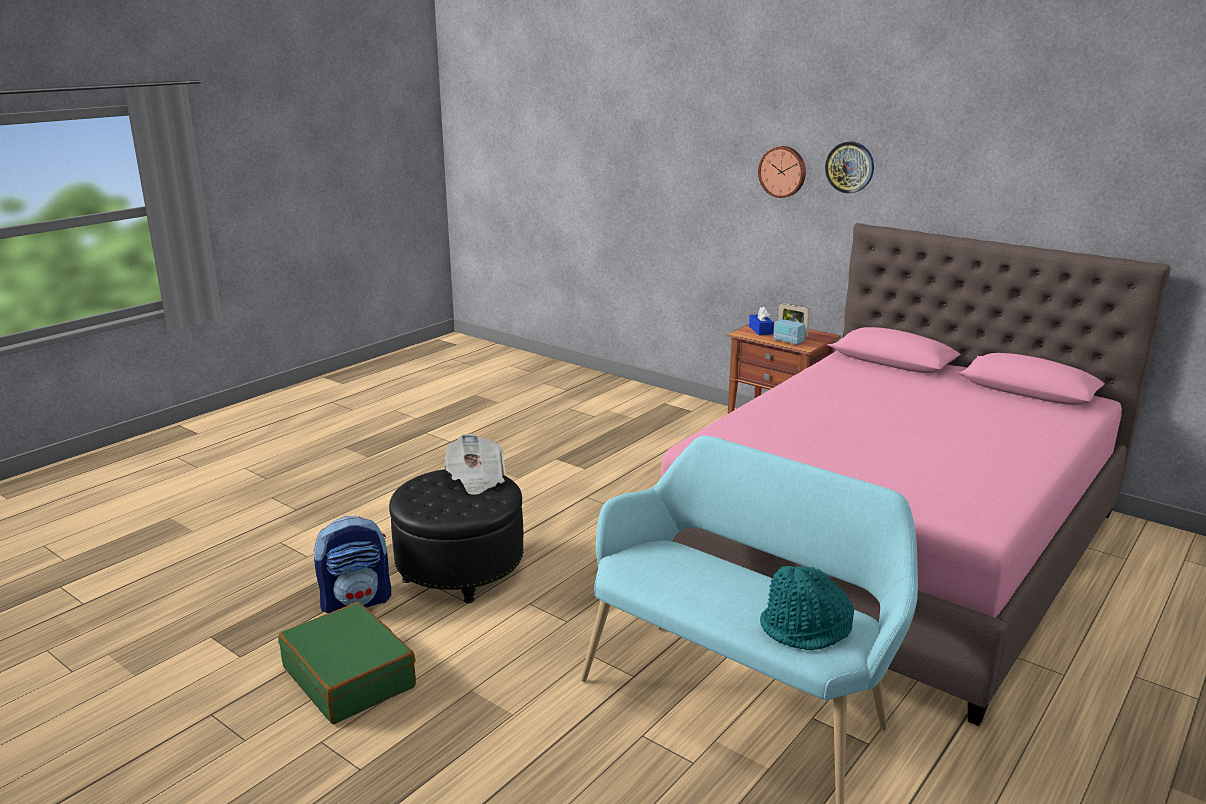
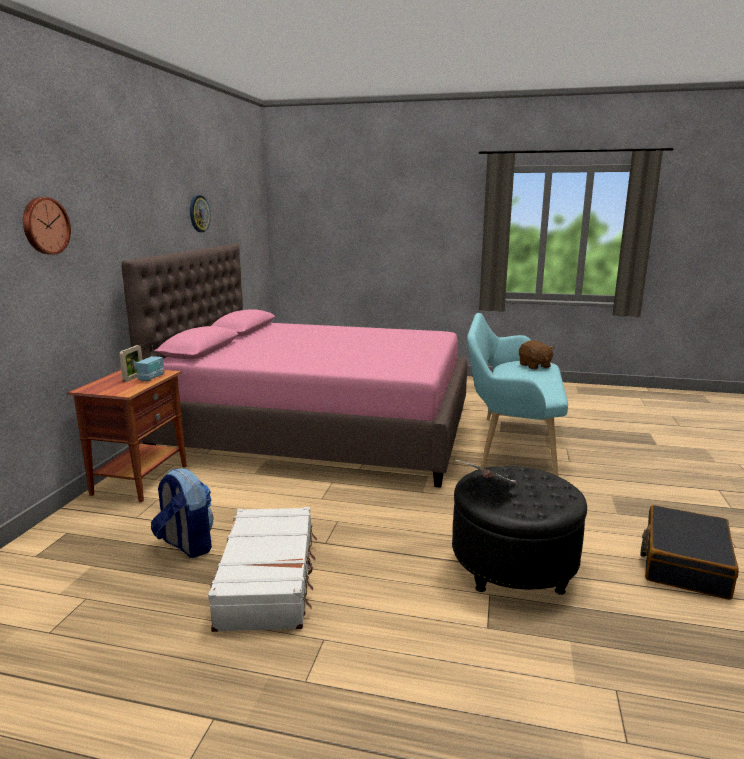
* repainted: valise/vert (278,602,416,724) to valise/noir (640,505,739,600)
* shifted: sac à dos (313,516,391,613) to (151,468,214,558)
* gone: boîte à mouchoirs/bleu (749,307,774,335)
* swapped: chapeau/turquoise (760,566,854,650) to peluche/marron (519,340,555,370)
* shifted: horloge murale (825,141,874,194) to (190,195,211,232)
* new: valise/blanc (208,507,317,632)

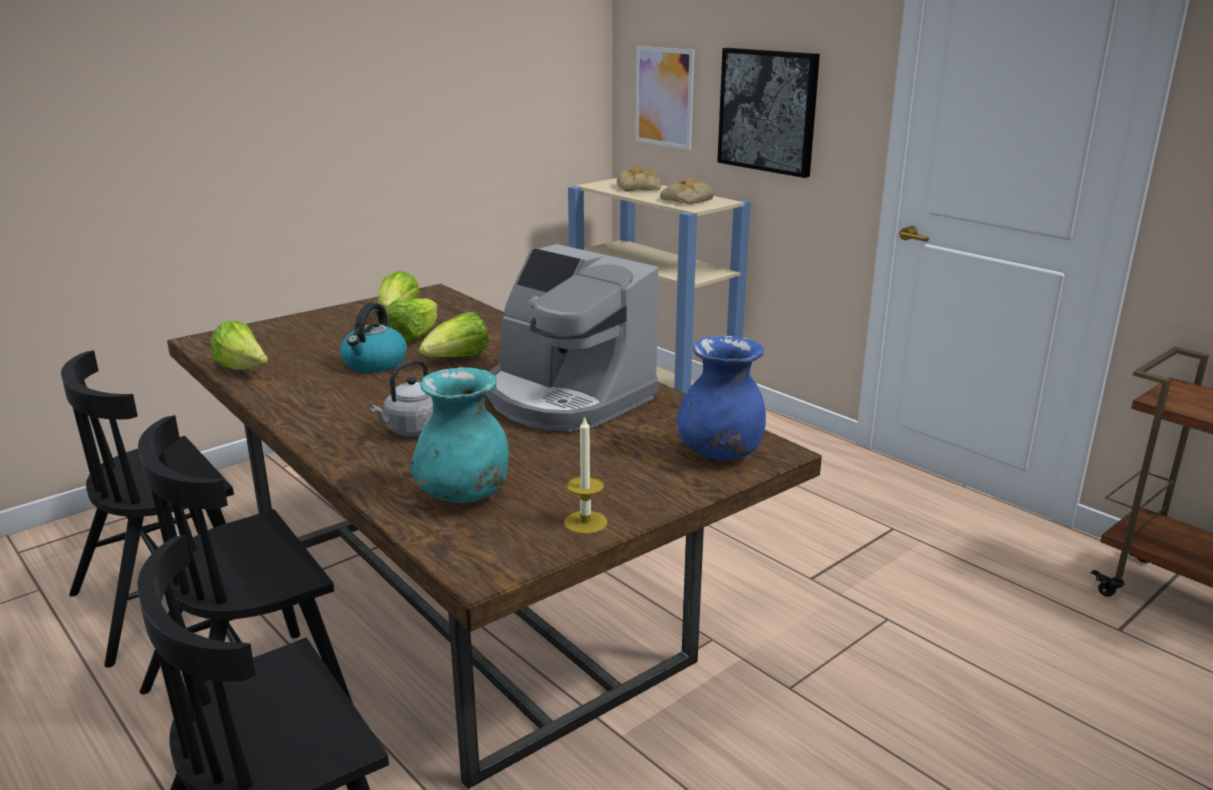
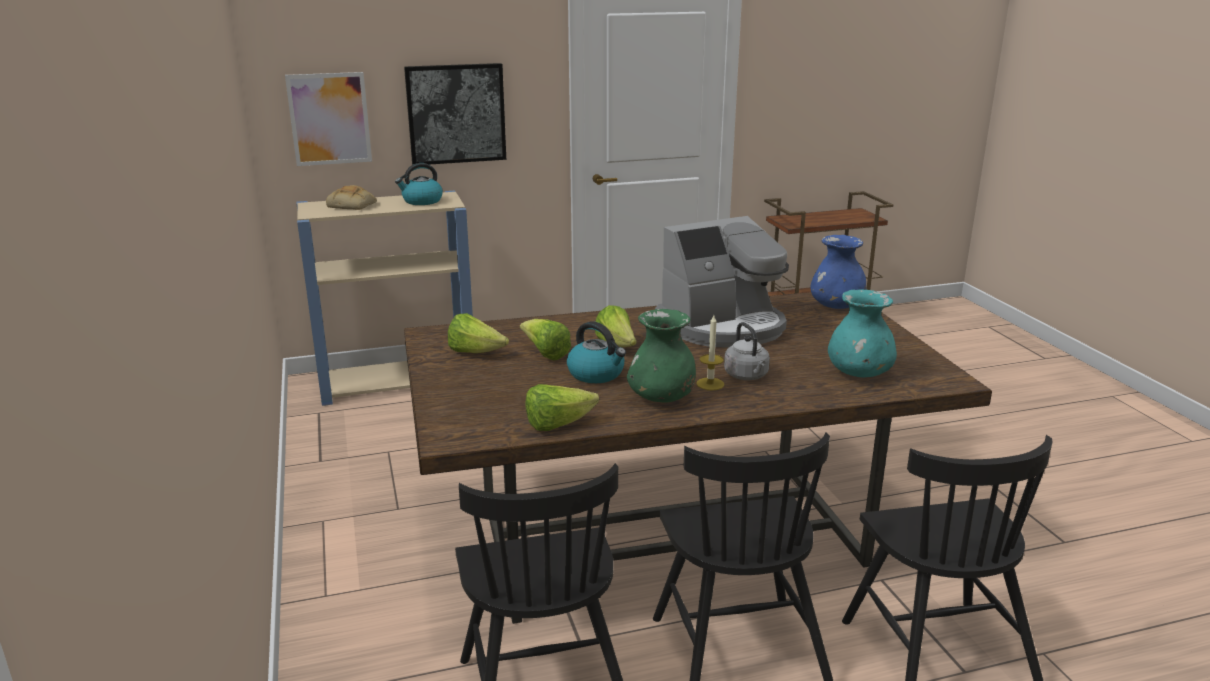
* shifted: bougie (564,415,607,534) to (696,315,724,390)
* swapped: pain (660,177,714,204) to bouilloire (395,163,443,205)
* new: vase/vert (627,309,696,403)

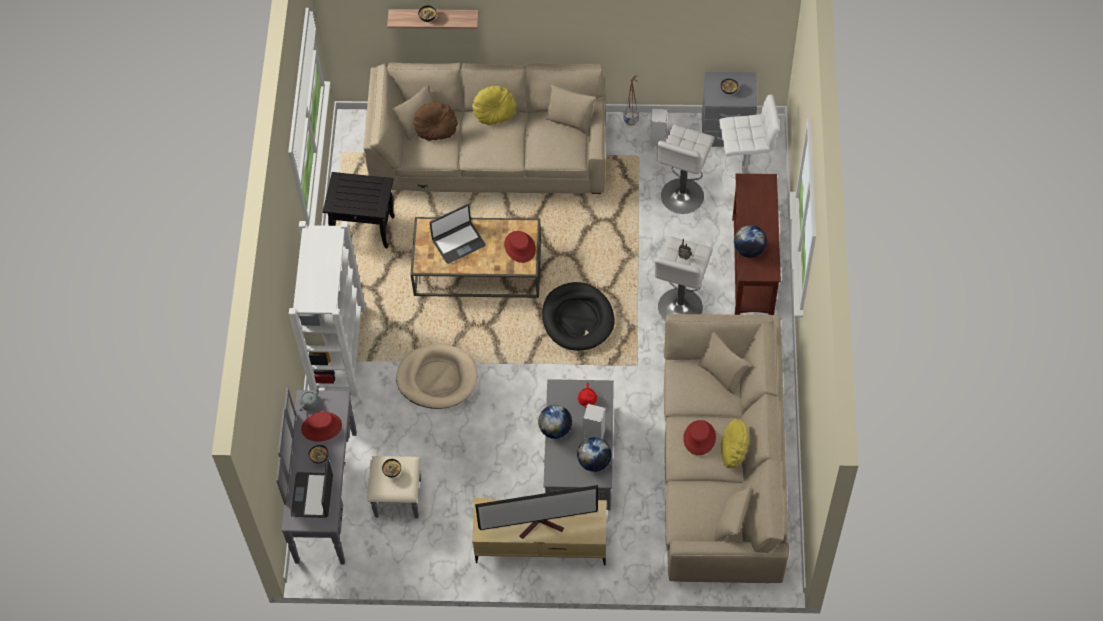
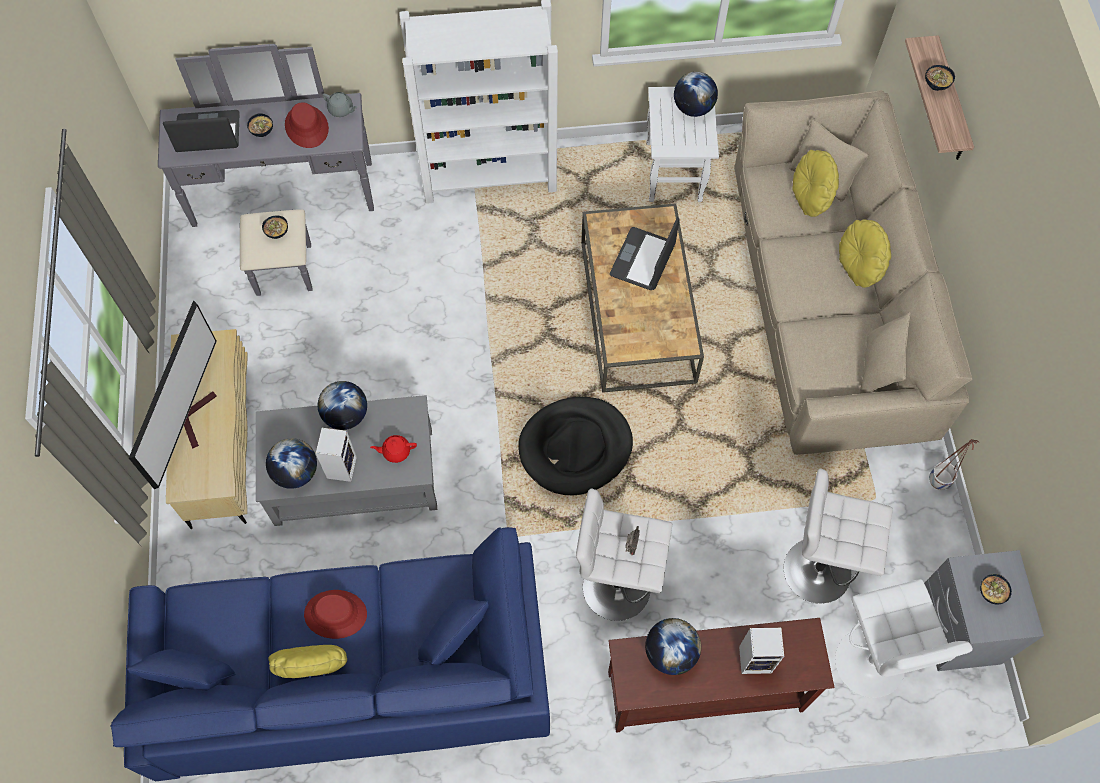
* repainted: table d'appoint/noir (323,172,395,249) to table d'appoint/blanc (646,87,719,202)
* gone: panier pour chien/beige (396,344,477,409)
* repainted: coussin/marron (413,102,458,141) to coussin/jaune (792,150,839,217)
* rotated: ordinateur portable (430,204,485,264) = (610,217,680,290) 60 degrees clockwise
* rotated: téléviseur (475,485,598,539) = (129,300,217,489) 150 degrees counterclockwise
* gone: chapeau/rouge (504,231,536,263)
* shifted: enceinte (650,108,667,146) to (739,628,784,674)
* repainted: canapé/beige (664,314,789,583) to canapé/bleu (110,527,550,781)
* new: globe (674,72,718,117)

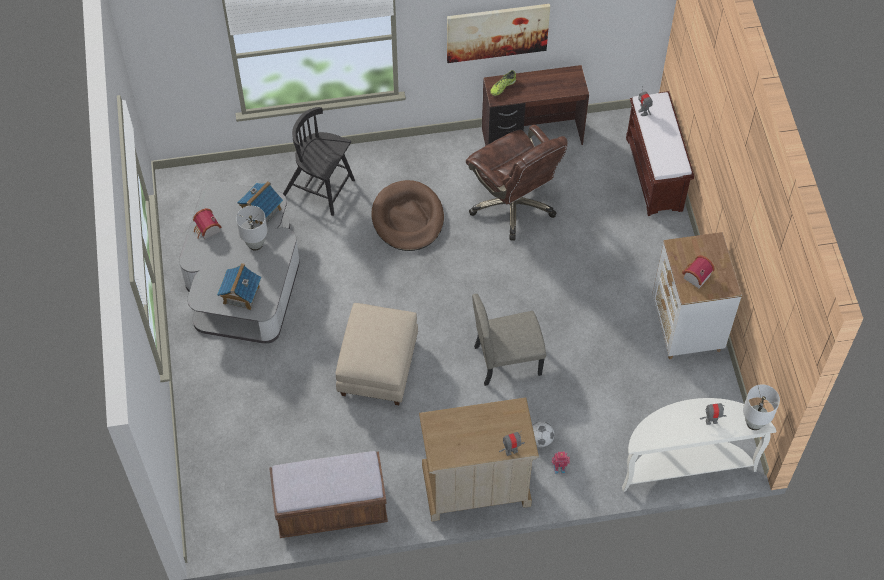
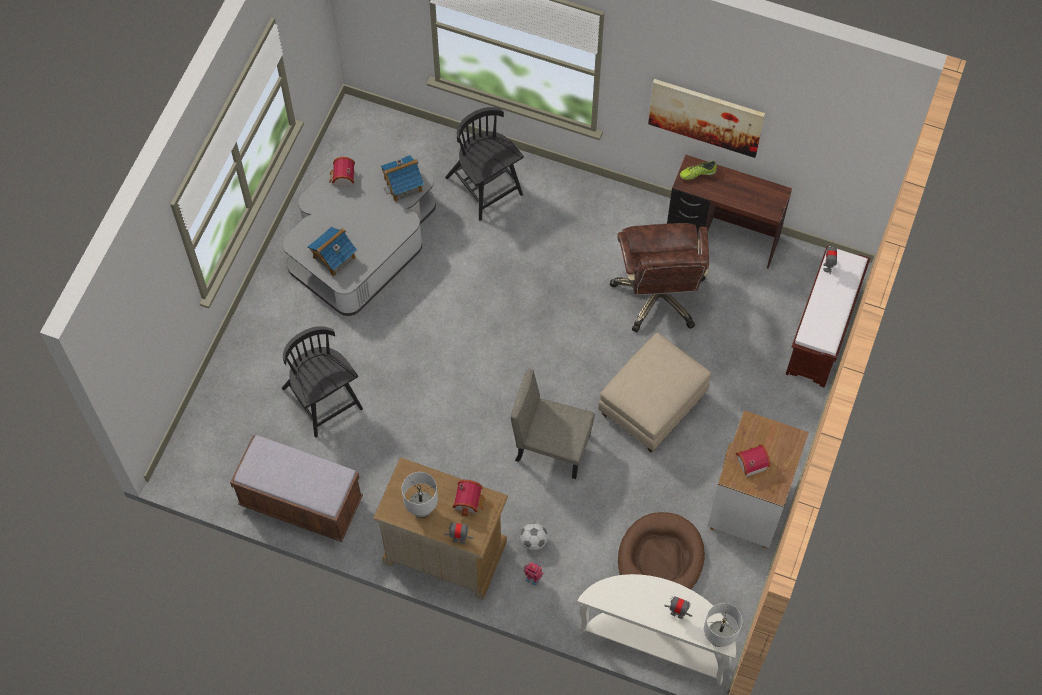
* shifted: lampe de table/blanc (236,206,268,250) to (402,472,438,518)
* shifted: pouf/beige (336,303,418,405) to (598,333,711,452)
* shifted: panier pour chien/marron (372,180,444,251) to (618,512,705,589)
* new: chaise/noir (282,326,363,437)
* new: maison miniature (452,480,486,516)

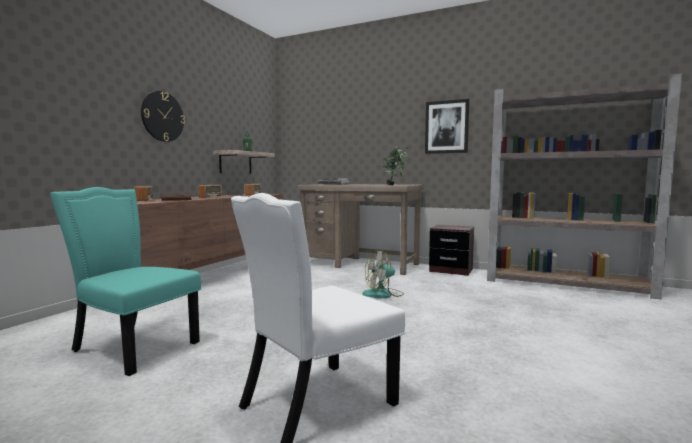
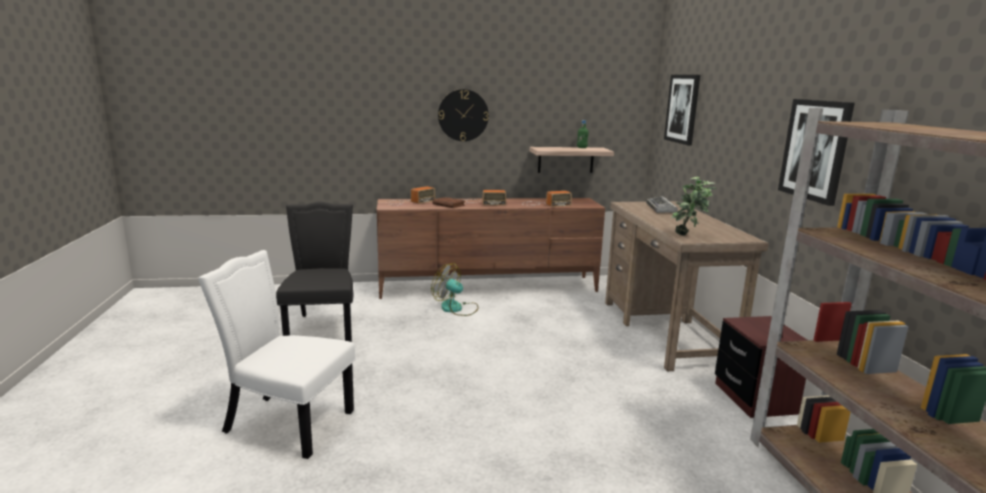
* repainted: chaise/turquoise (50,187,201,376) to chaise/noir (276,202,353,342)
* shifted: ventilateur (363,250,404,299) to (431,263,478,316)
* new: tableau (664,75,700,145)

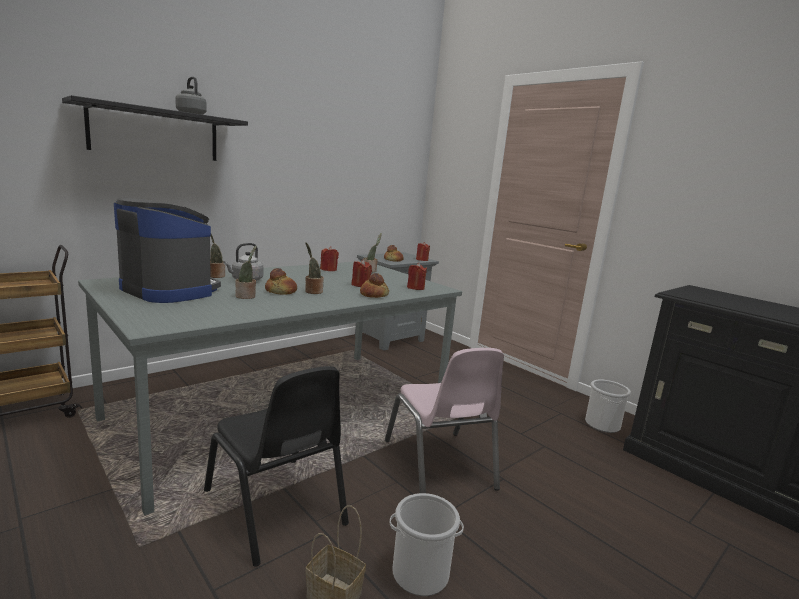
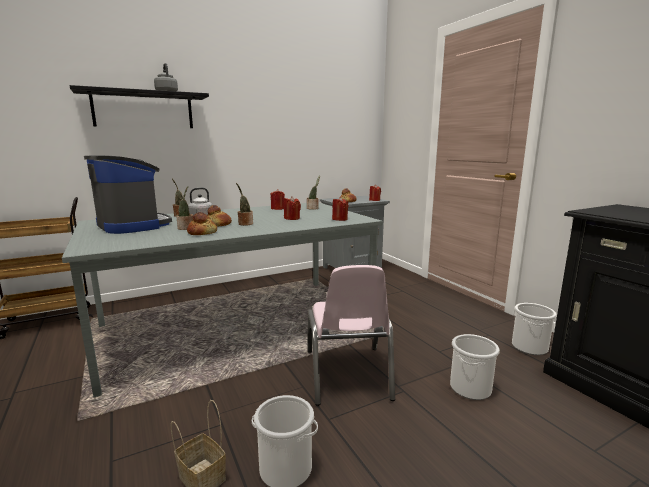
* gone: chaise/noir (204,366,349,567)
* shifted: pain (360,273,389,298) to (187,212,217,235)
* new: seau (450,334,500,400)

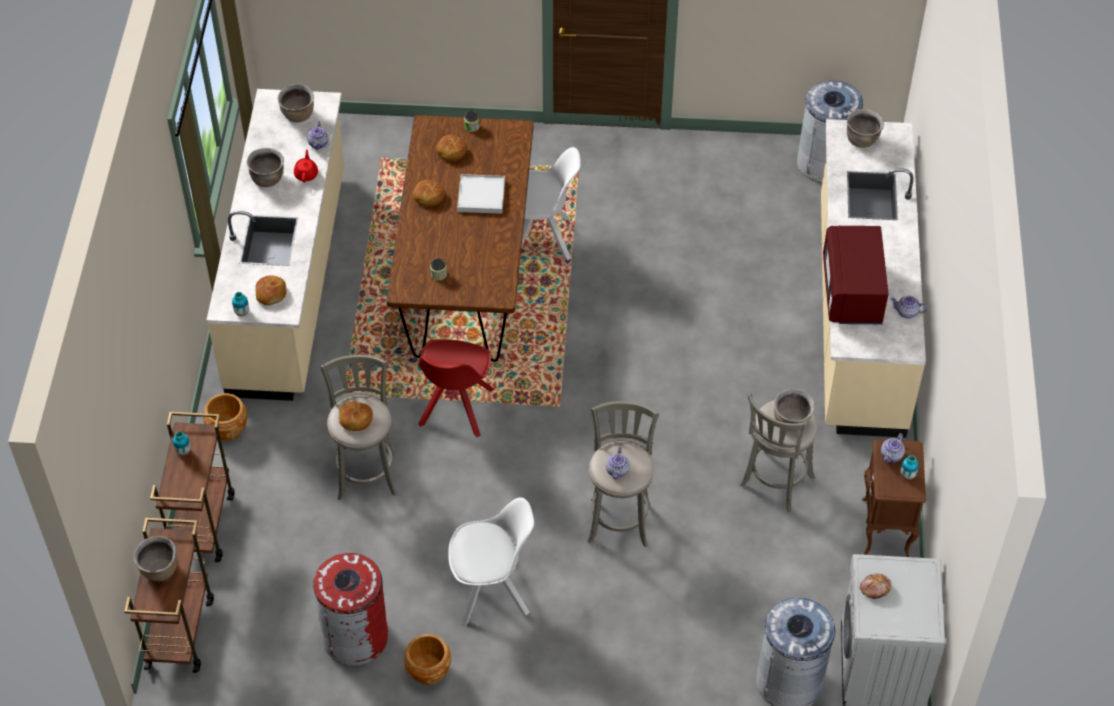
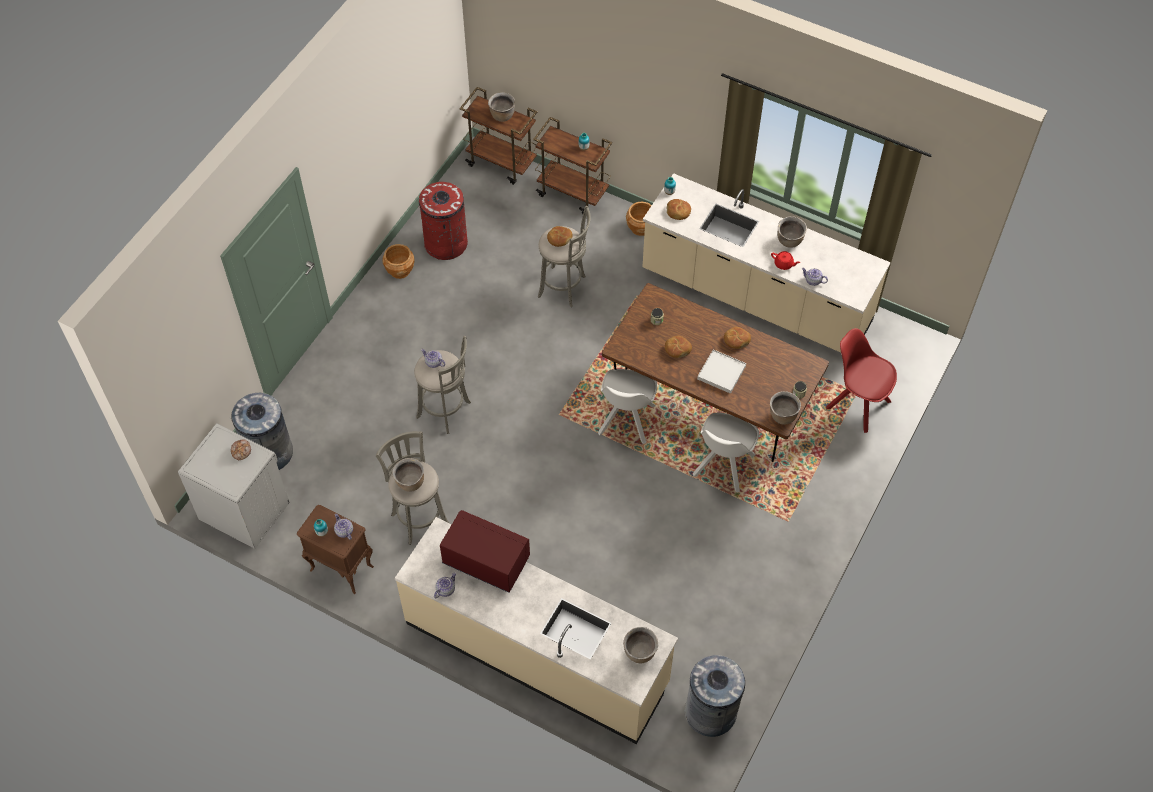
* shifted: marmite/marron (278,84,314,122) to (770,391,801,425)
* shifted: chaise/rouge (418,339,495,437) to (826,328,897,433)
* shifted: pain (436,135,467,161) to (665,336,692,358)
* shifted: chaise/blanc (448,497,534,626) to (598,369,657,444)

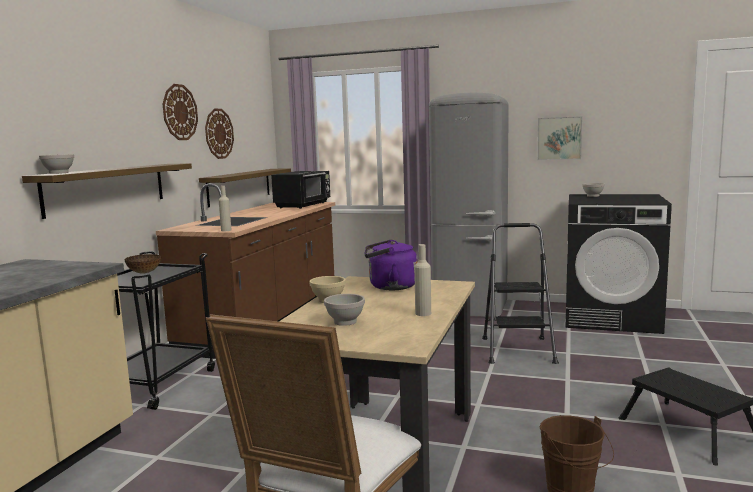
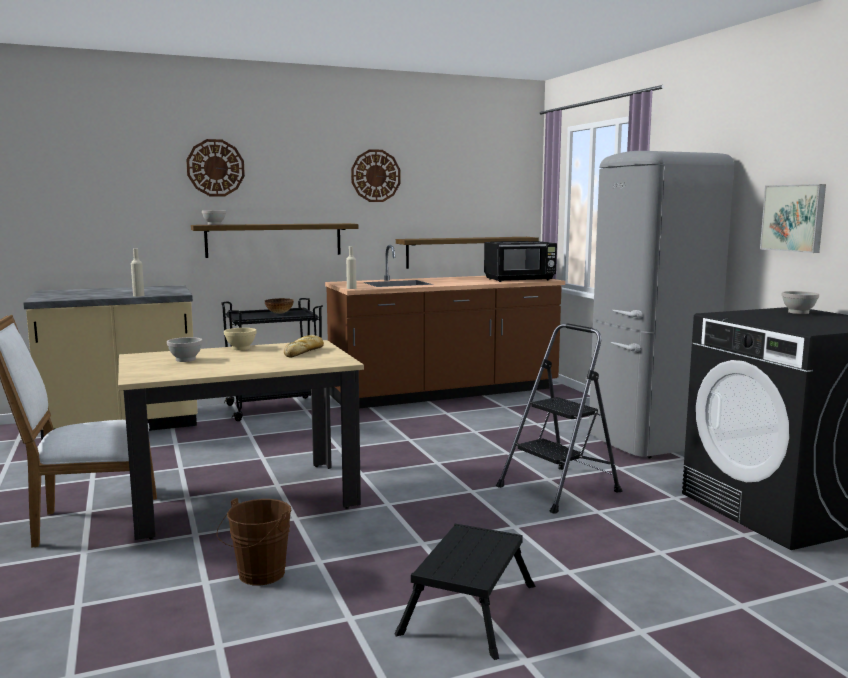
* shifted: horloge murale (205,108,234,159) to (186,139,245,196)
* swapped: bouilloire/violet (364,239,418,290) to pain (284,335,324,357)
* shifted: bouteille/beige (414,244,431,316) to (131,248,144,296)

